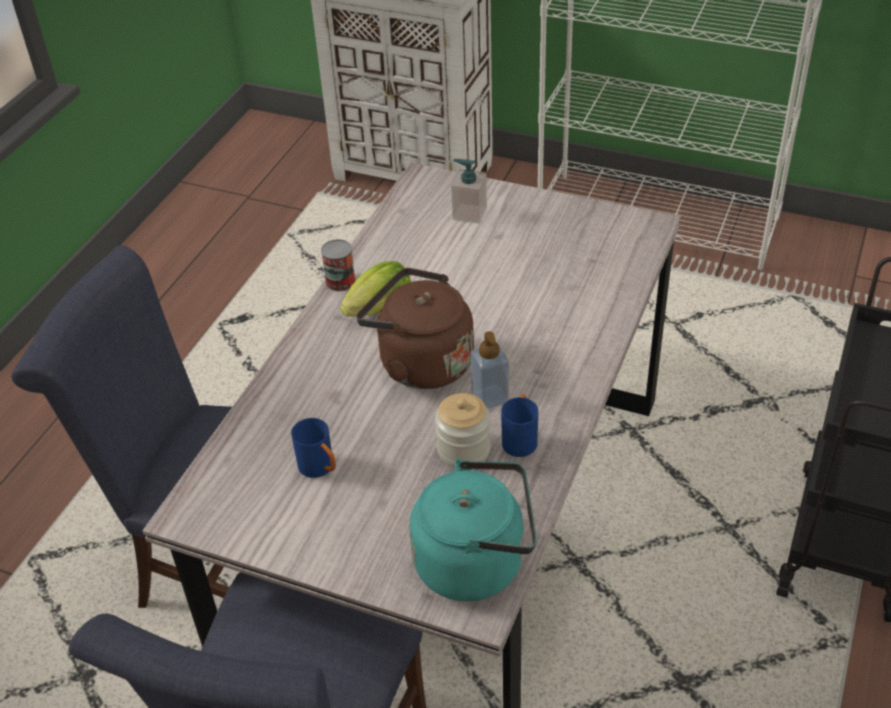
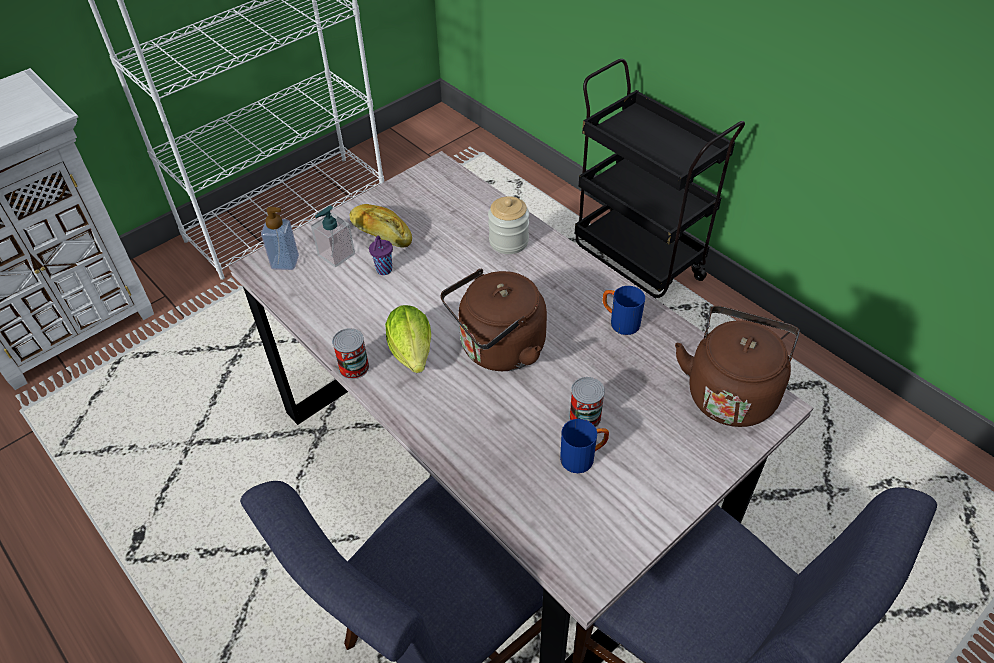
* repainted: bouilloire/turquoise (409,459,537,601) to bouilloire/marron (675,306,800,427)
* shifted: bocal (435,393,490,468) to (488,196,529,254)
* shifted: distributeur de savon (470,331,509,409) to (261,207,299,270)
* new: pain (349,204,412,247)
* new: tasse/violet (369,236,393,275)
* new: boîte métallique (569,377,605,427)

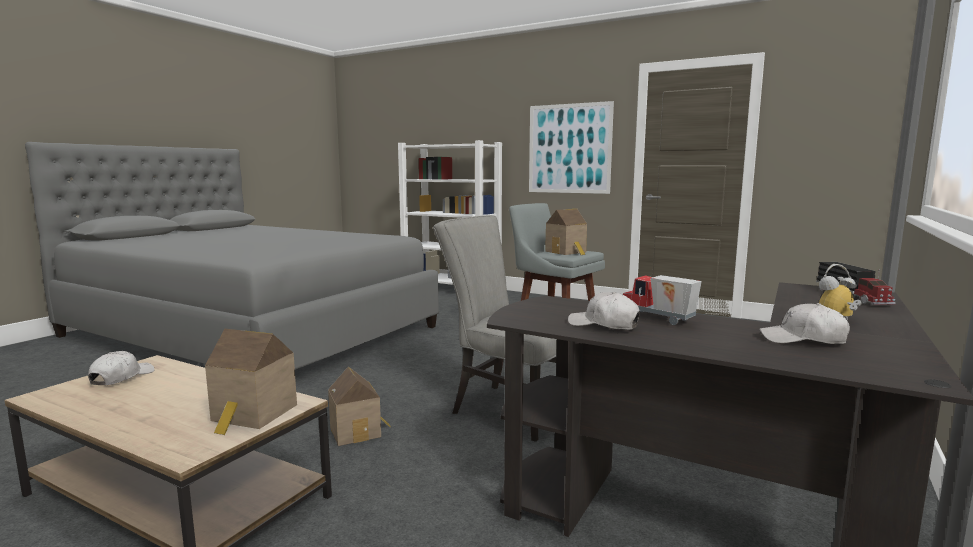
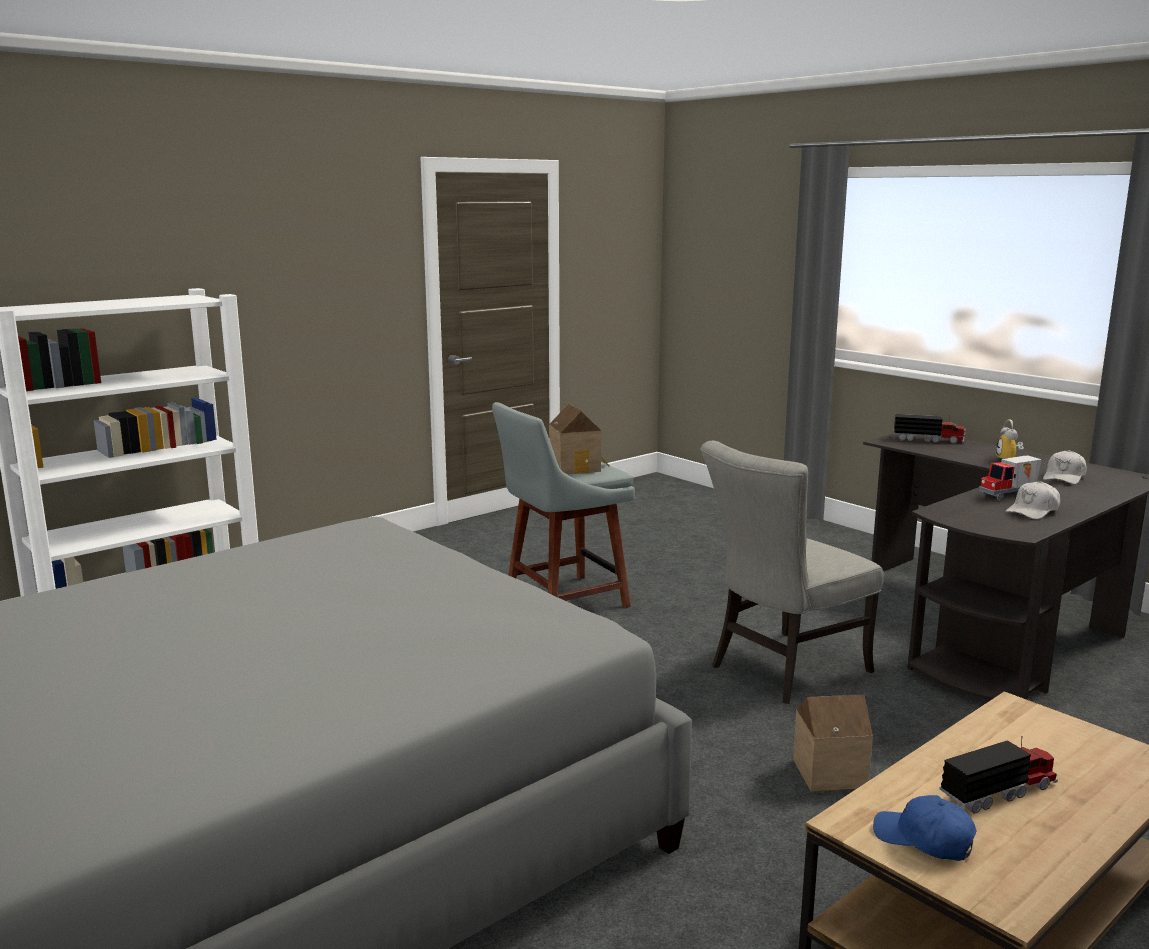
* repainted: casquette/blanc (88,351,155,385) to casquette/bleu (873,795,976,861)
* gone: maison miniature (205,329,297,435)
* gone: tableau (529,101,614,194)
* new: camion jouet (940,736,1058,814)

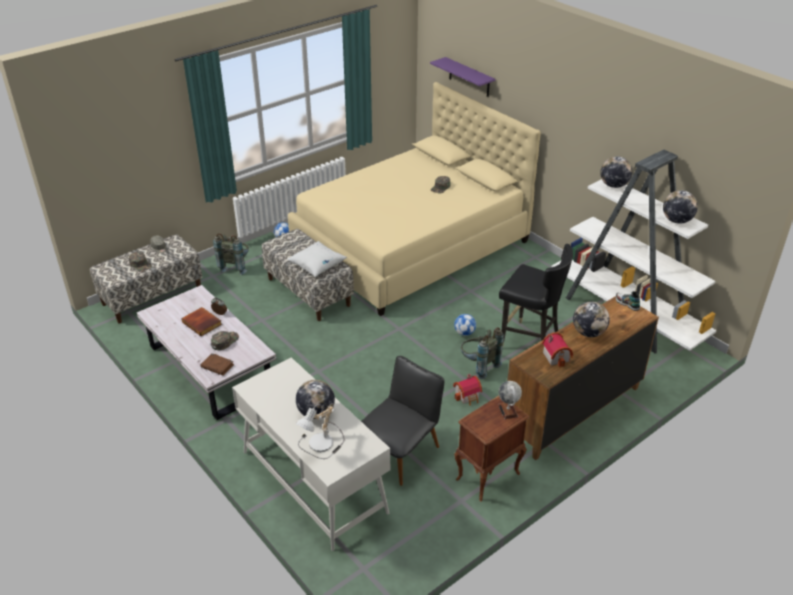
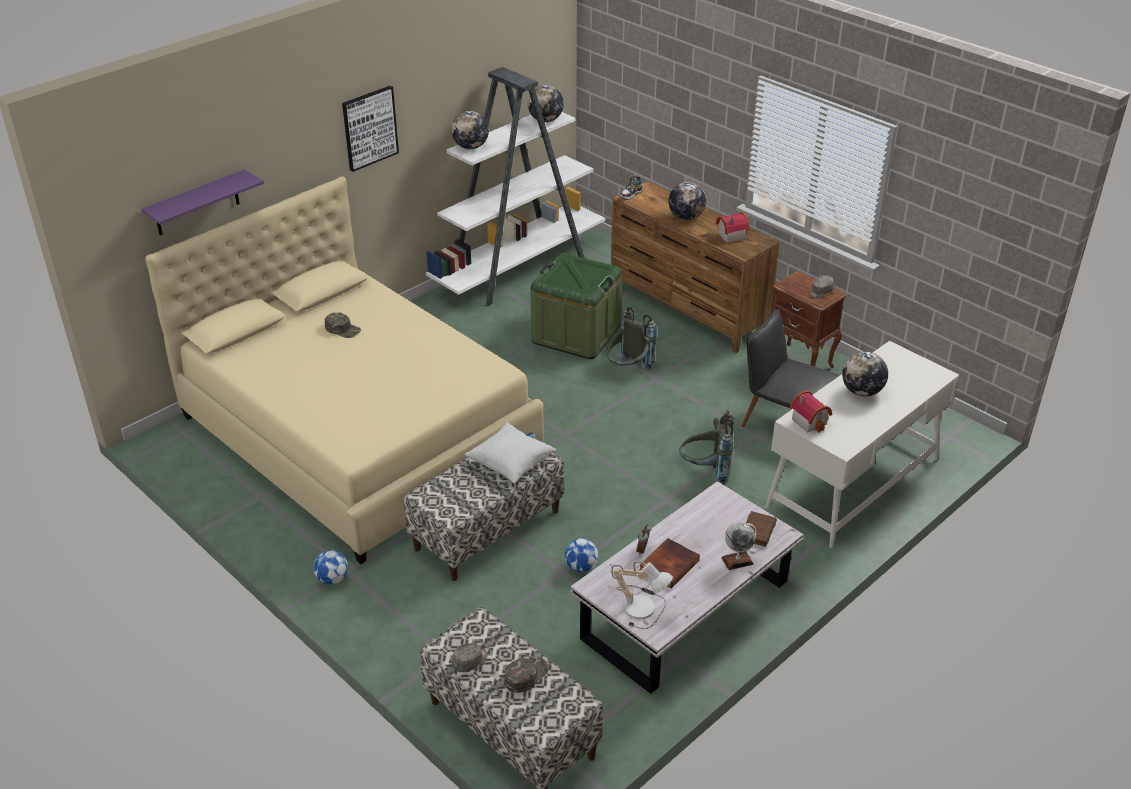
* gone: casquette/vert (211,331,239,350)
* shifted: sac à dos/gris (213,233,249,275) to (679,410,734,485)
* shifted: lampe de table (296,403,345,459) to (611,561,673,629)
* shifted: maison miniature (453,374,482,406) to (790,391,832,433)
* shifted: ballon de foot (454,314,476,336) to (565,538,599,573)
* shifted: globe (498,381,522,419) to (721,522,757,570)
* swapped: chaise/noir (499,244,573,345) to boîte de rangement/vert (530,253,622,359)
* new: tableau (342,86,399,172)
* new: casquette/gris (809,275,834,298)

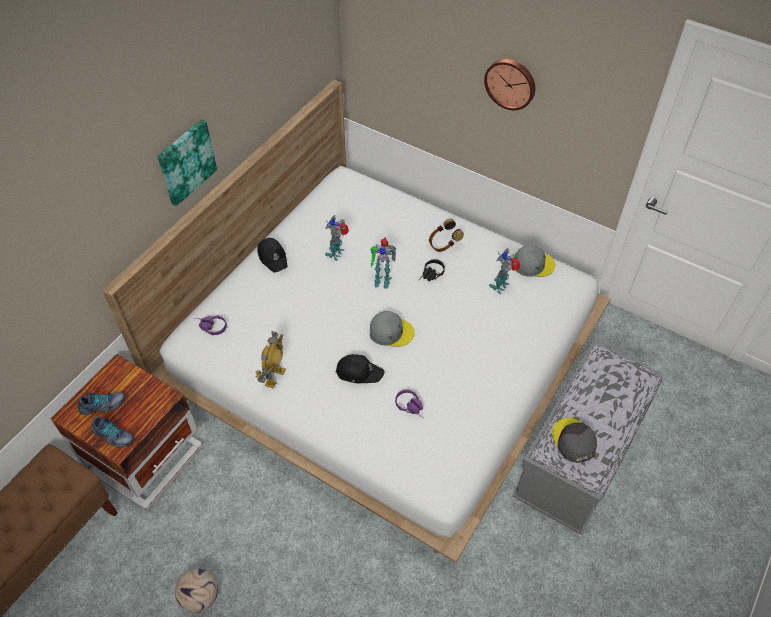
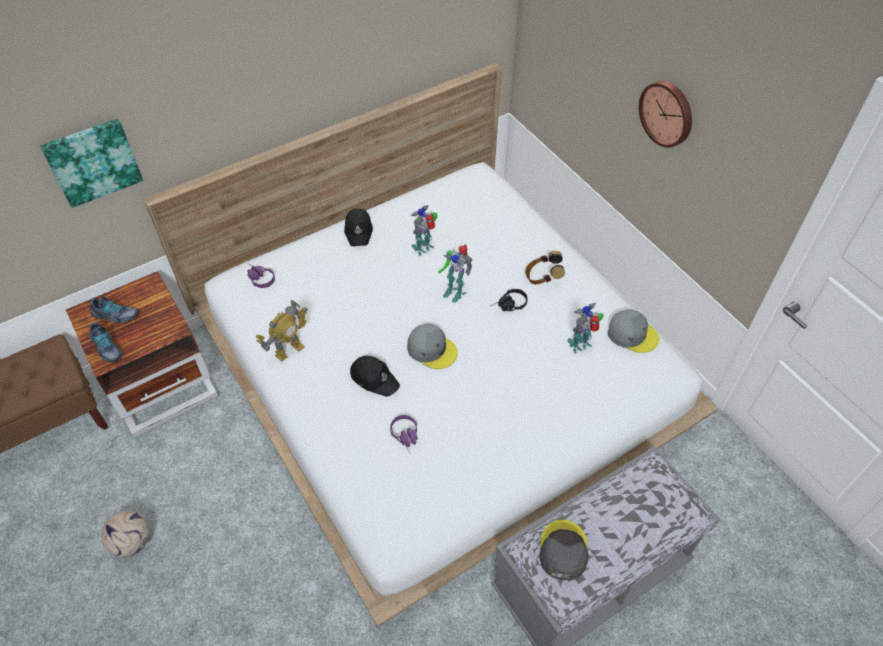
* shifted: tableau (158,119,217,206) to (40,119,144,208)

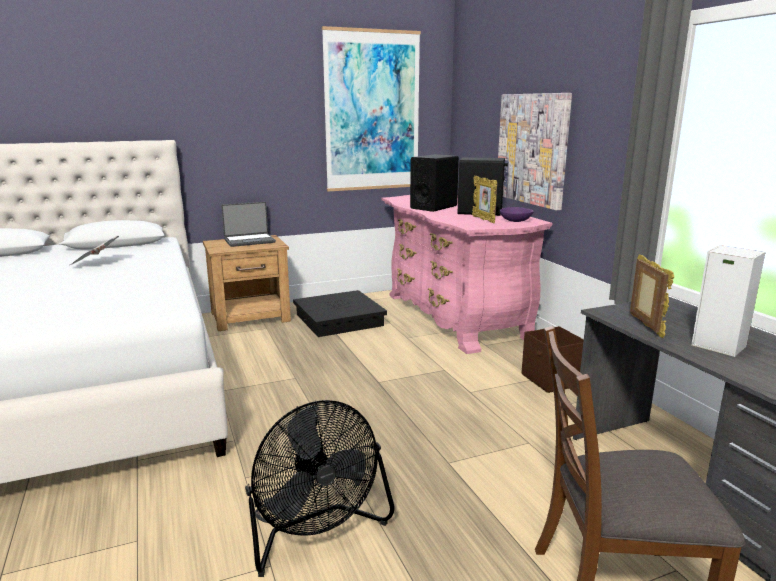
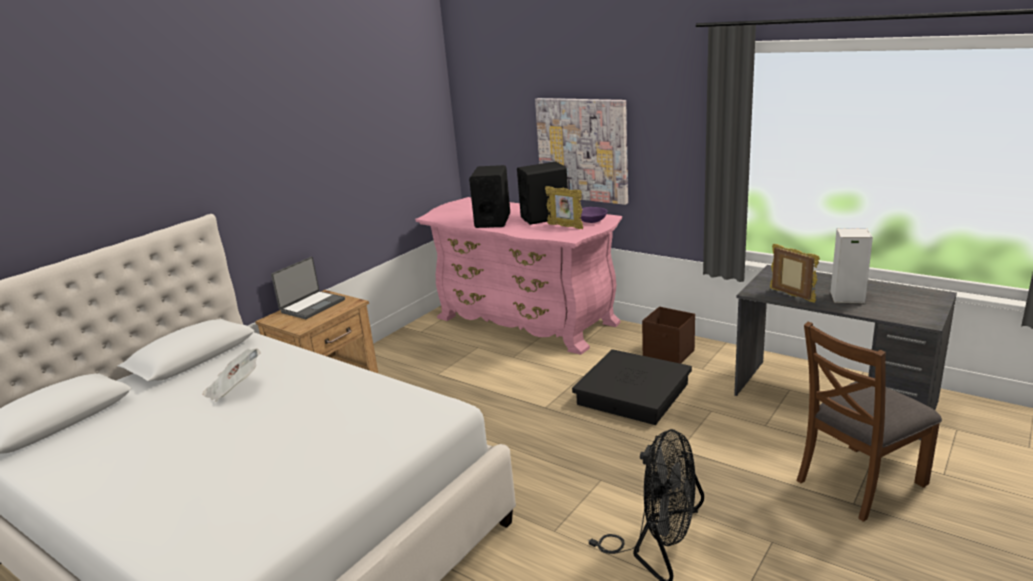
* shifted: boîte de rangement/noir (293,290,387,337) to (572,349,692,425)
* gone: tableau (322,26,421,191)

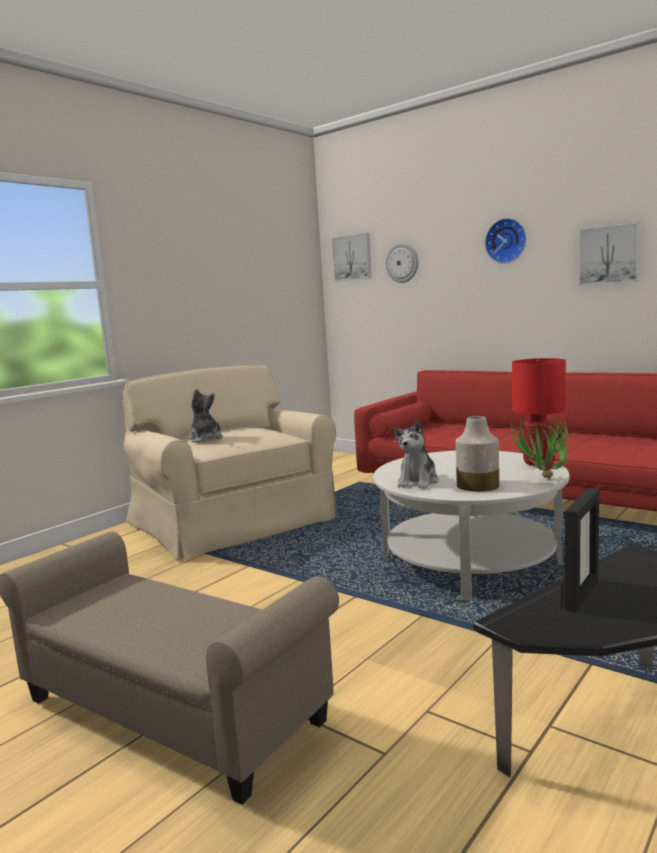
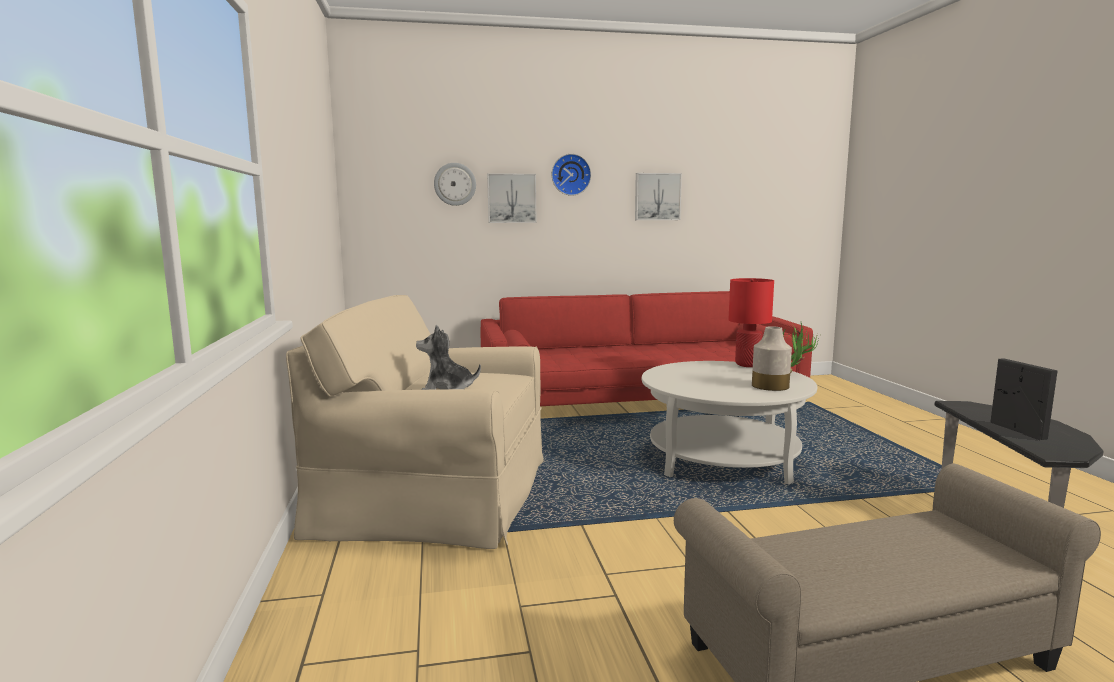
* shifted: tableau (332,233,372,281) to (487,173,537,223)
* gone: peluche (393,419,439,489)

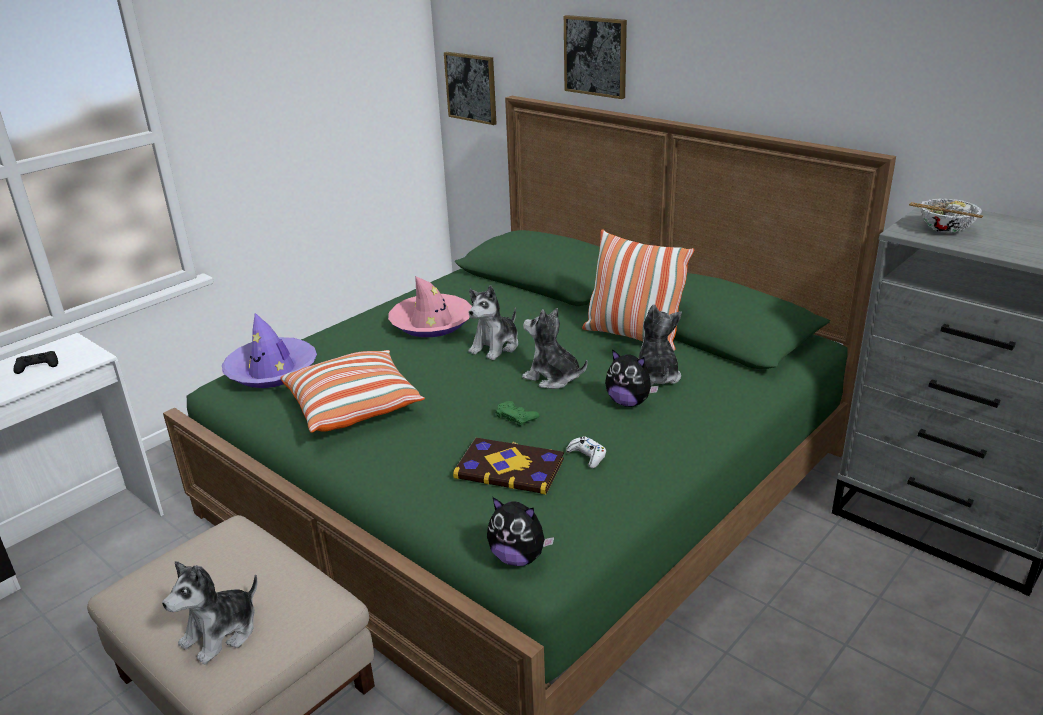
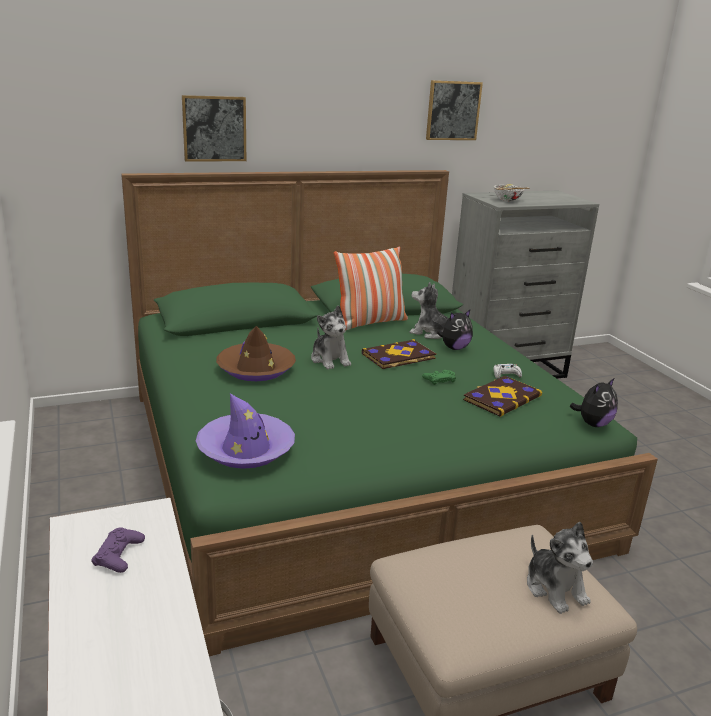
* repainted: manette/noir (13,351,58,374) to manette/violet (91,527,145,573)
* gone: coussin (281,350,425,433)
* repainted: chapeau/rose (388,276,472,337) to chapeau/marron (216,326,296,381)
* shifted: tableau (444,52,496,125) to (426,80,483,140)
* swapped: peluche (522,308,588,389) to livre (362,339,436,369)

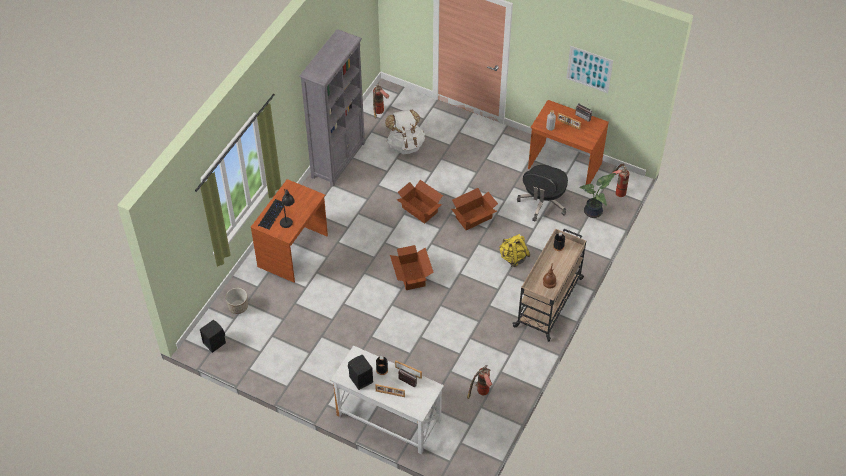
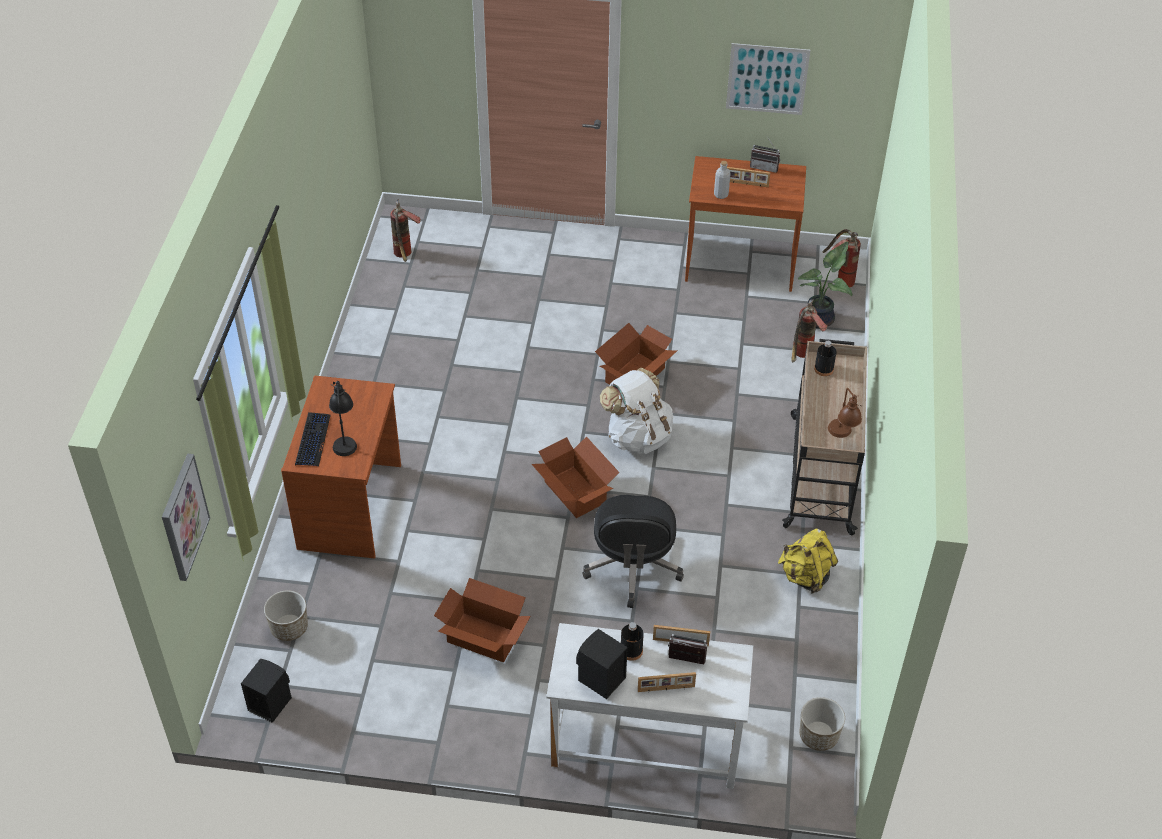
* gone: bibliothèque/gris (299,29,365,187)
* shifted: sac à dos/blanc (385,110,425,154) to (600,368,673,454)
* shifted: carton (396,180,443,224) to (434,578,531,662)
* shifted: extincteur (467,365,493,399) to (791,299,828,362)
* shifted: sac à dos/jaune (499,234,530,267) to (778,529,838,593)
* shifted: chaise de bureau/noir (517,165,568,221) to (582,495,684,608)
* new: tableau (162,454,210,581)
* new: cache-pot (800,697,845,751)

